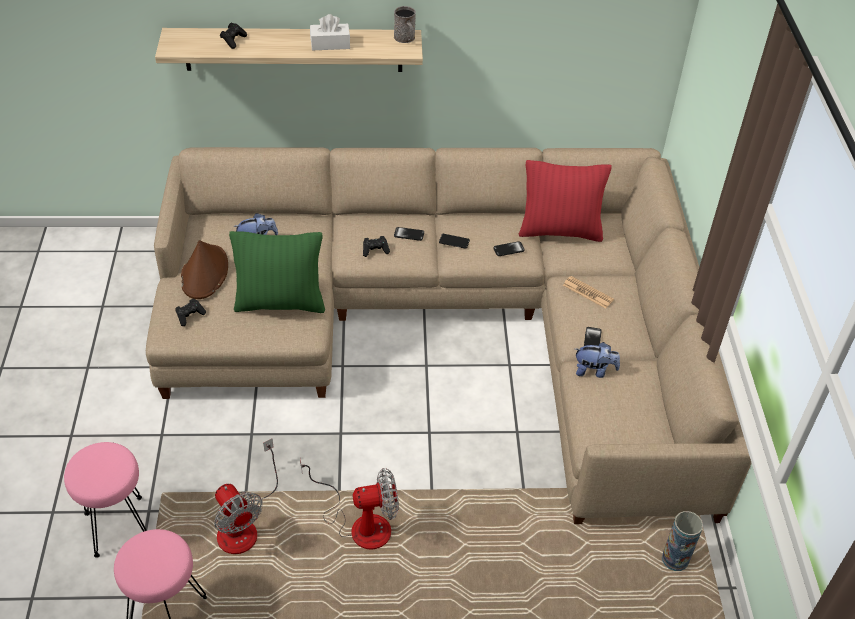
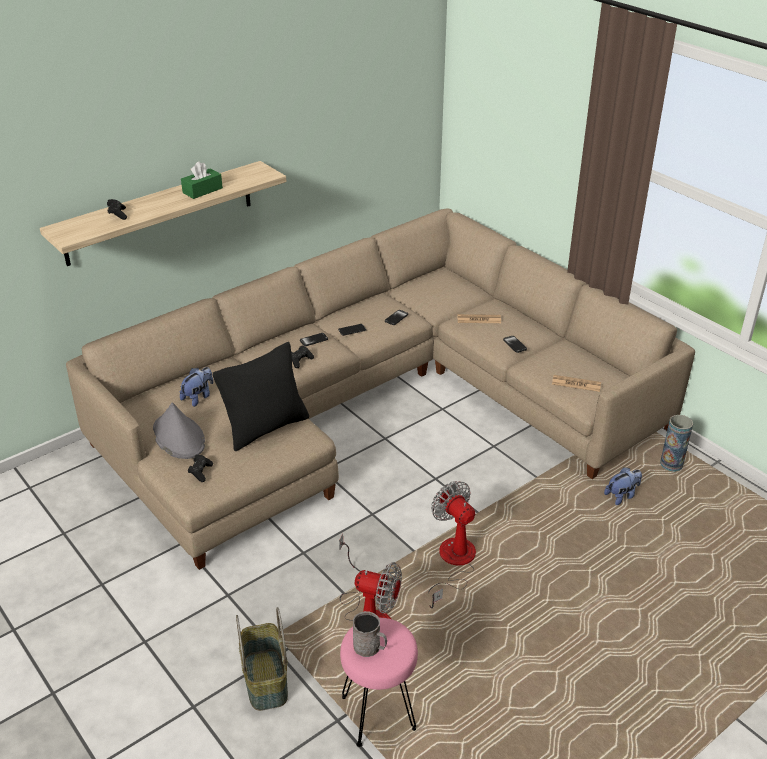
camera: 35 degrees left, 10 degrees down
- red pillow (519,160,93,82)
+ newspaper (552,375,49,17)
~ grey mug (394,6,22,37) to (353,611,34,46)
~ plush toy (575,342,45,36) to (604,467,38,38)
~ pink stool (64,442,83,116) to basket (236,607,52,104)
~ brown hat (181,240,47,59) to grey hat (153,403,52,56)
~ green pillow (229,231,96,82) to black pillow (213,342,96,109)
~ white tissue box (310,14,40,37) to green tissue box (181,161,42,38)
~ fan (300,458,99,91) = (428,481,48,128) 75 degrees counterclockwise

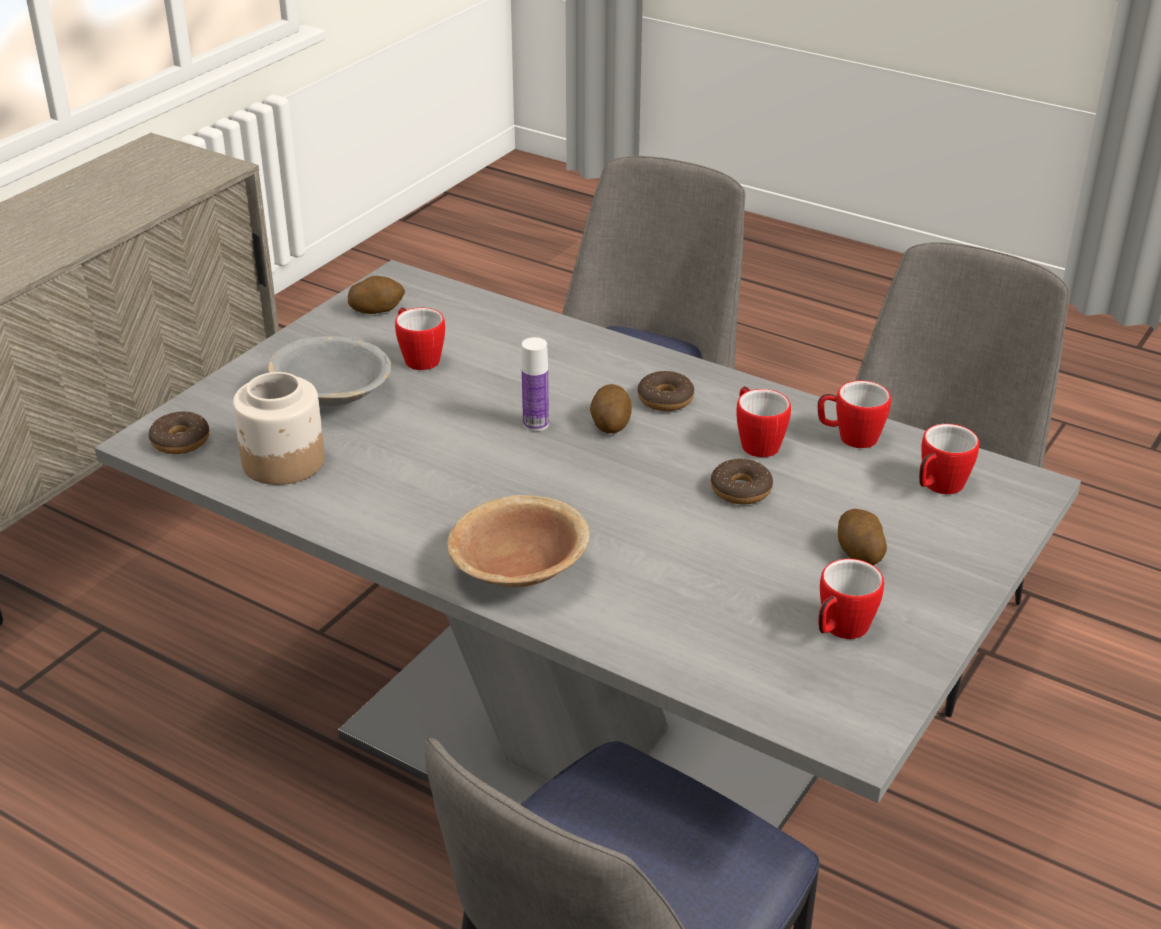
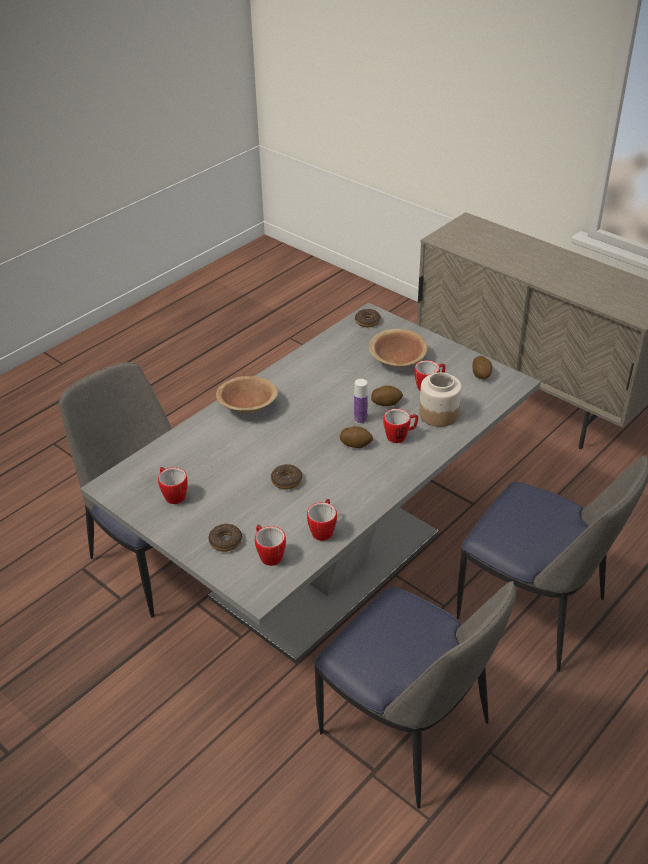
camera: 100 degrees right, 5 degrees up
~ jar (233,372,92,113) to (419,372,43,55)
~ donut (637,371,57,40) to (208,524,34,28)
~ mug (736,386,55,71) to (383,409,35,34)
~ potato (838,509,49,56) to (371,385,32,21)
~ grey bowl (268,336,123,70) to brown bowl (369,329,58,38)

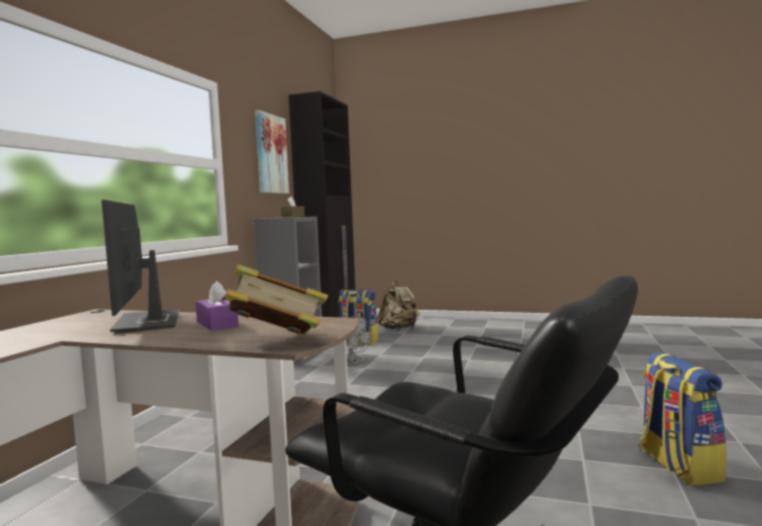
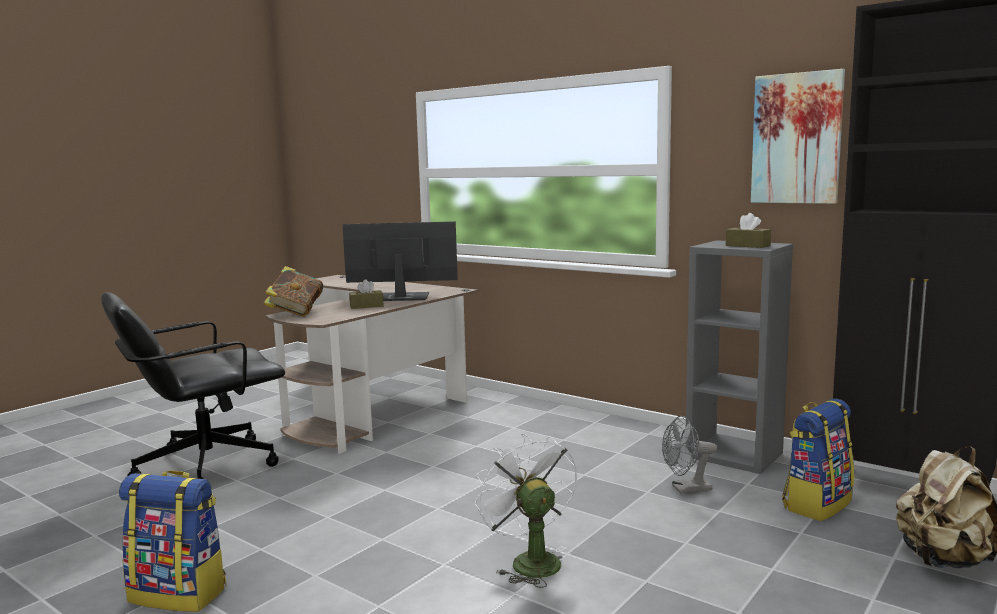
camera: 110 degrees right, 5 degrees up
+ white fan (474,434,103,154)
~ purple tissue box (196,281,43,50) to brown tissue box (349,279,35,30)

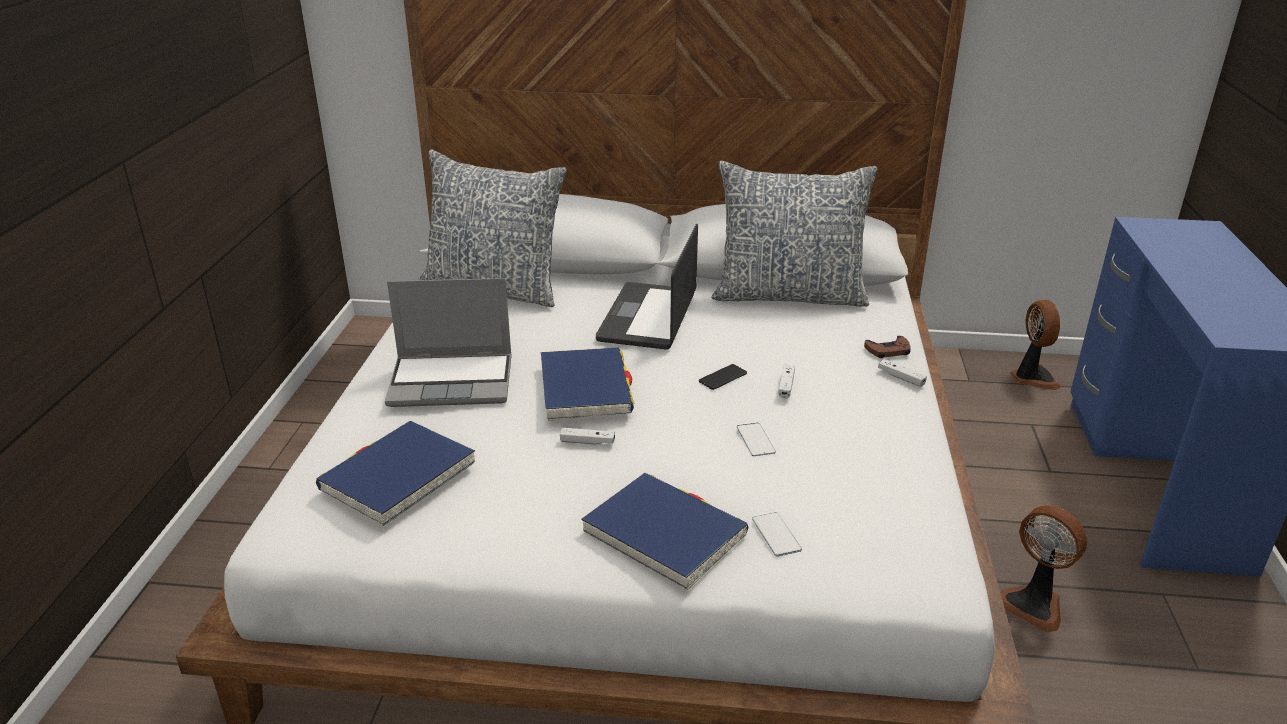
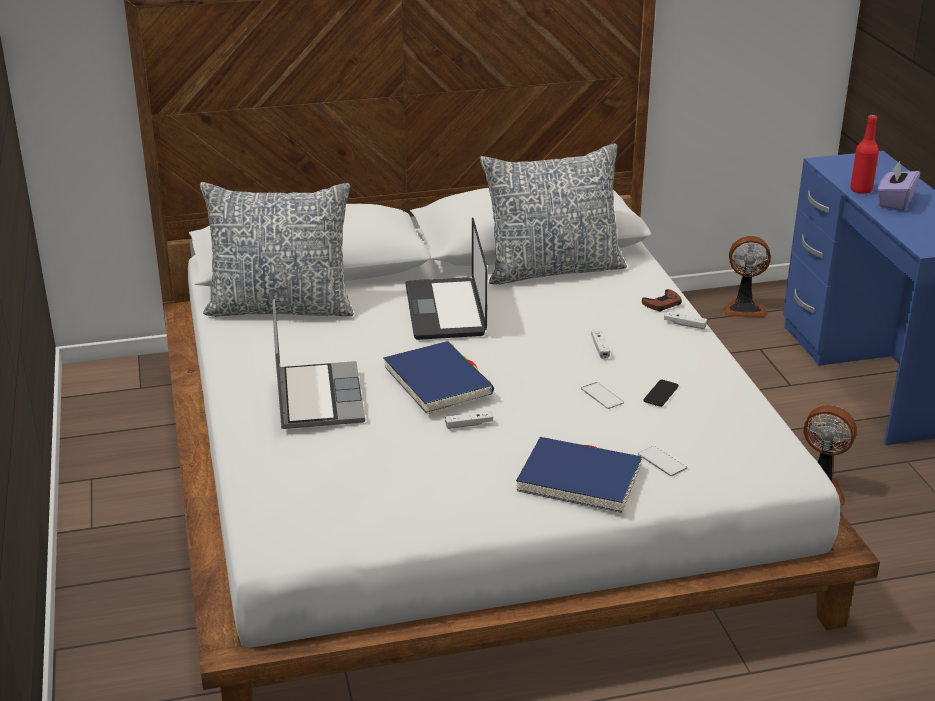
camera: 20 degrees left, 0 degrees up
- blue book (316,421,159,105)
+ red bottle (850,115,29,79)
+ purple tissue box (877,161,43,50)
~ phone (699,364,48,26) to (643,379,36,28)
~ laptop (385,278,127,129) = (272,299,93,130) 75 degrees counterclockwise
~ fan (1010,300,51,90) = (723,236,48,81) 120 degrees clockwise

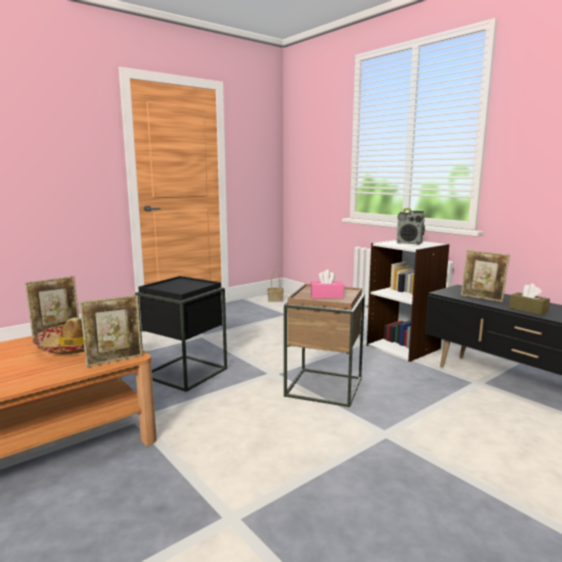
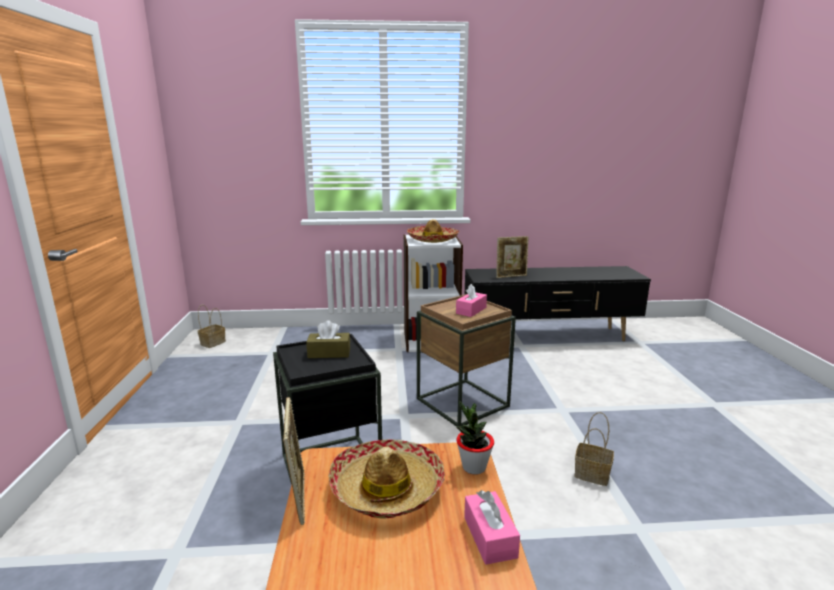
camera: 55 degrees left, 5 degrees up
+ pink tissue box (464,490,56,75)
+ basket (574,412,40,74)
~ brown tissue box (509,284,41,31) to (306,320,44,38)
~ picture frame (80,295,62,72) to potted plant (456,401,38,74)
~ radio (397,208,28,37) to hat (407,219,52,24)

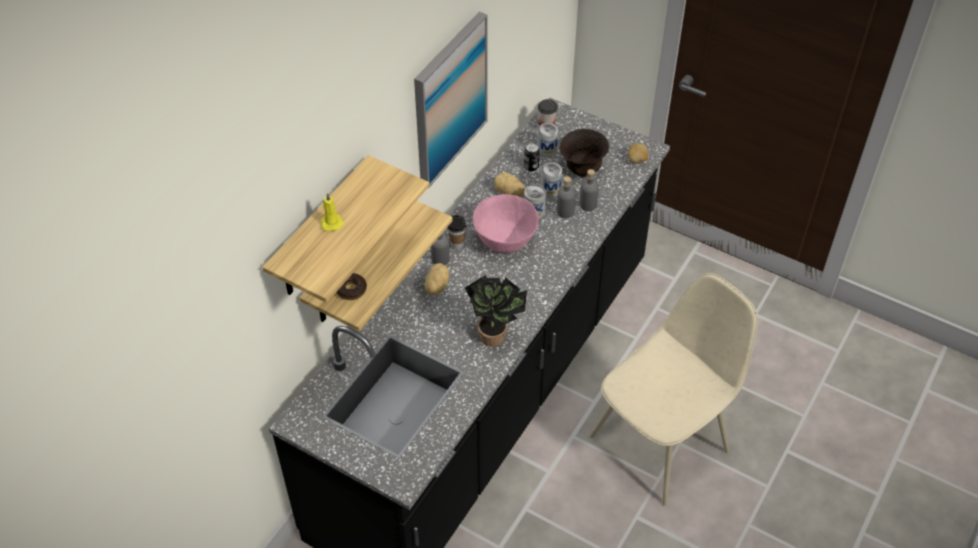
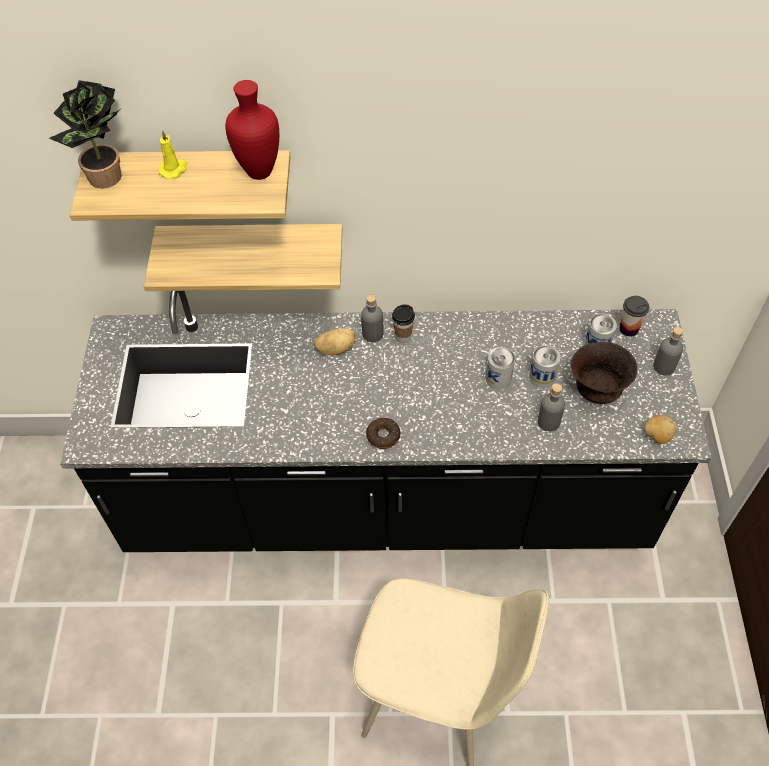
camera: 60 degrees right, 5 degrees up
- picture (414,12,74,177)
- pink bowl (473,194,66,59)
- potato (494,172,32,25)
- can (524,143,16,28)
+ red vase (225,80,54,100)
~ donut (336,273,31,27) to (366,418,34,31)
~ potted plant (465,275,62,72) to (49,80,73,108)
~ grey bottle (557,176,19,42) to (653,327,30,48)

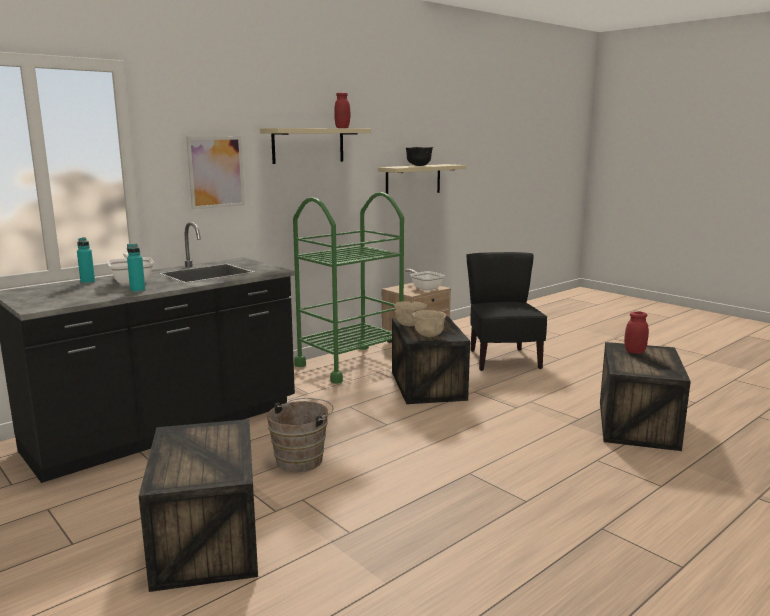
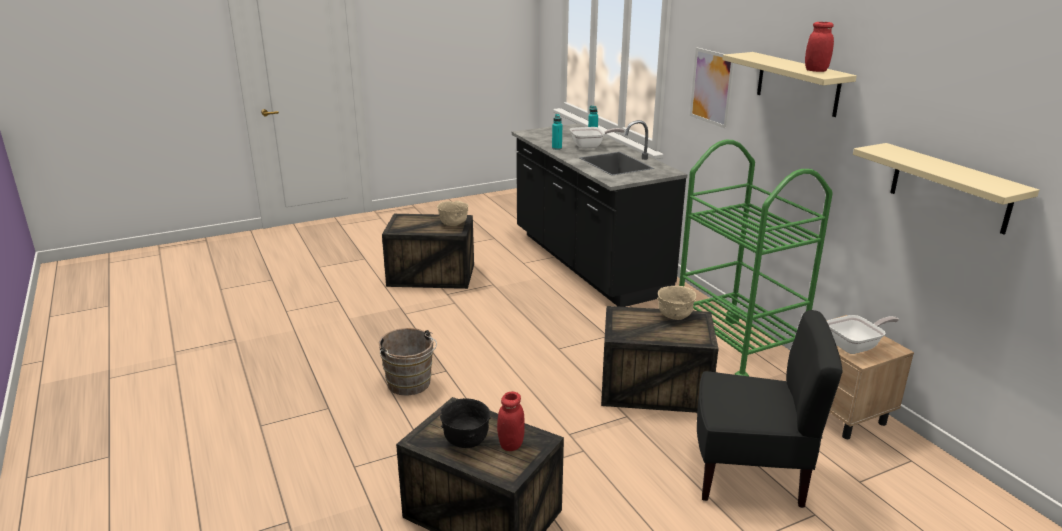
camera: 105 degrees right, 10 degrees up
~ brown bucket (267,398,67,74) to (379,328,58,68)
~ black bowl (406,147,27,19) to (440,398,51,50)
~ beige bowl (413,310,33,27) to (437,201,31,25)

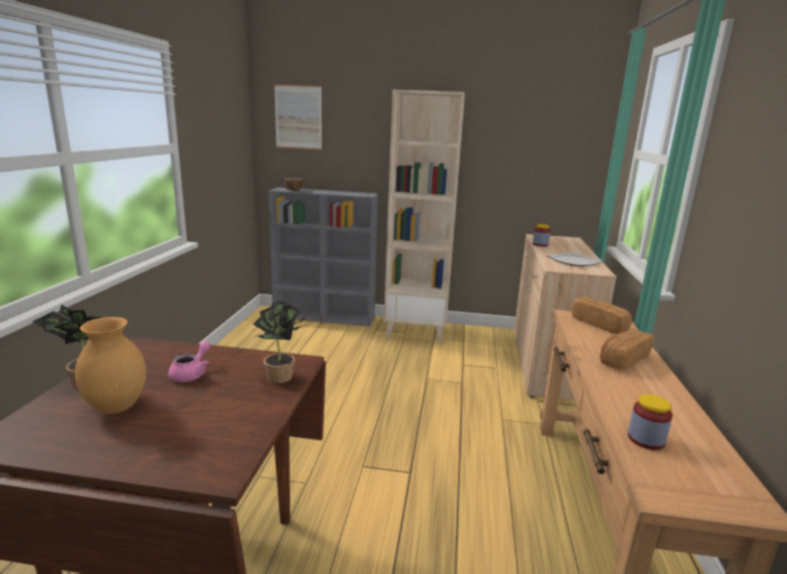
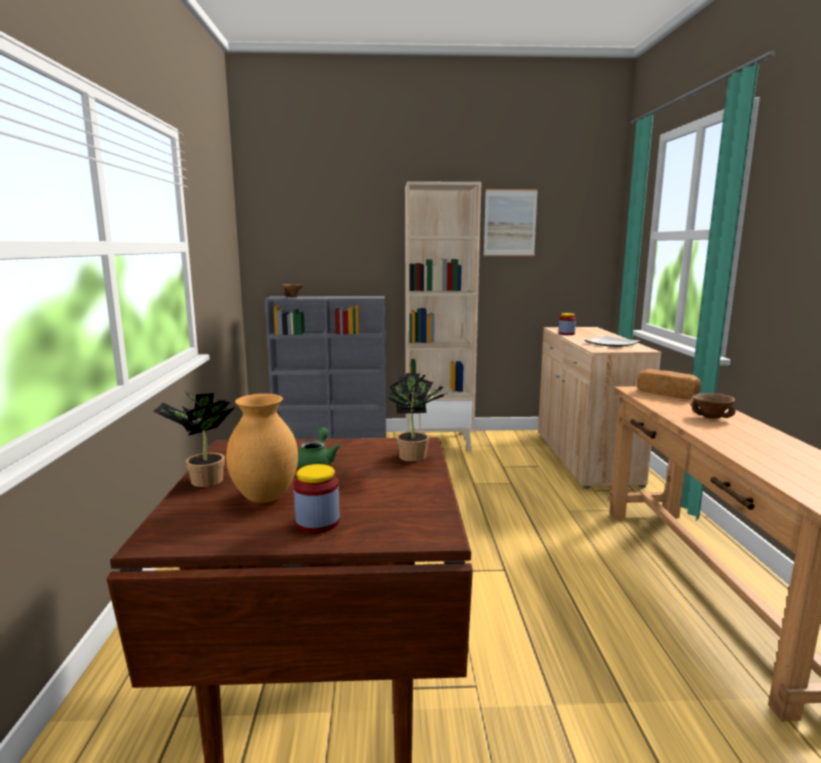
camera: 10 degrees left, 5 degrees down
~ picture (274,84,48,66) to (484,189,54,67)
~ jar (628,394,45,56) to (294,464,46,69)
~ bread (600,329,54,42) to brown bowl (691,393,45,26)
~ pink teapot (168,341,43,41) to green teapot (297,427,43,41)

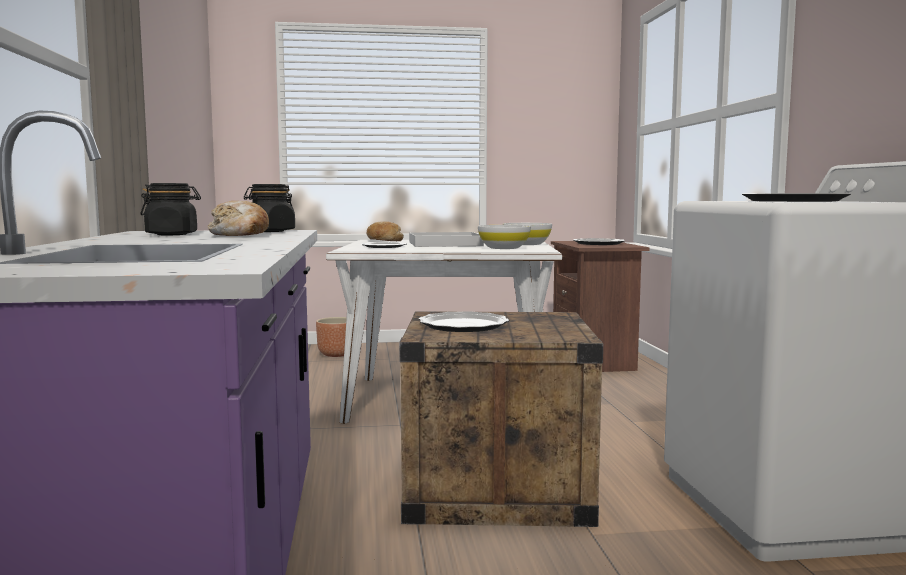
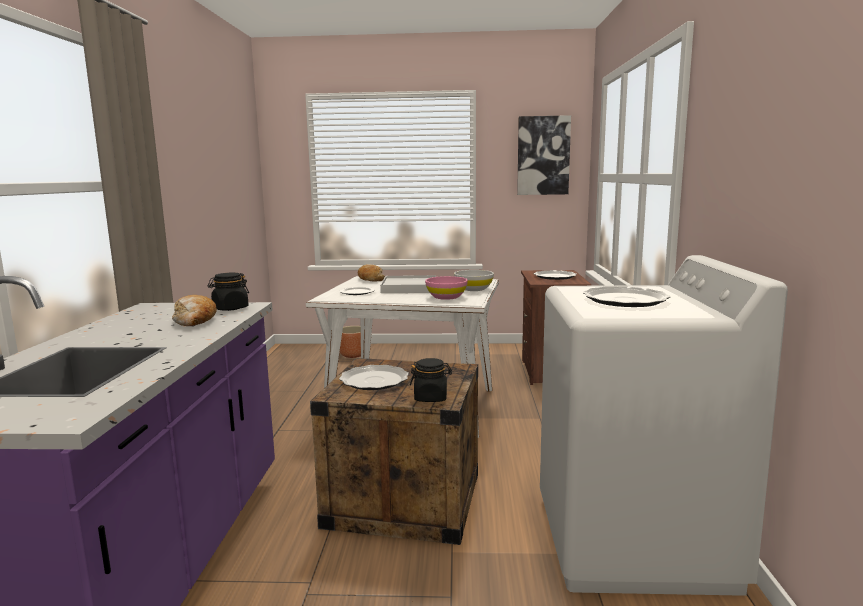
camera: 10 degrees right, 5 degrees up
+ picture (517,115,54,80)
~ black jar (140,183,61,52) to (410,358,42,44)
~ white bowl (478,225,53,24) to pink bowl (425,276,43,24)

